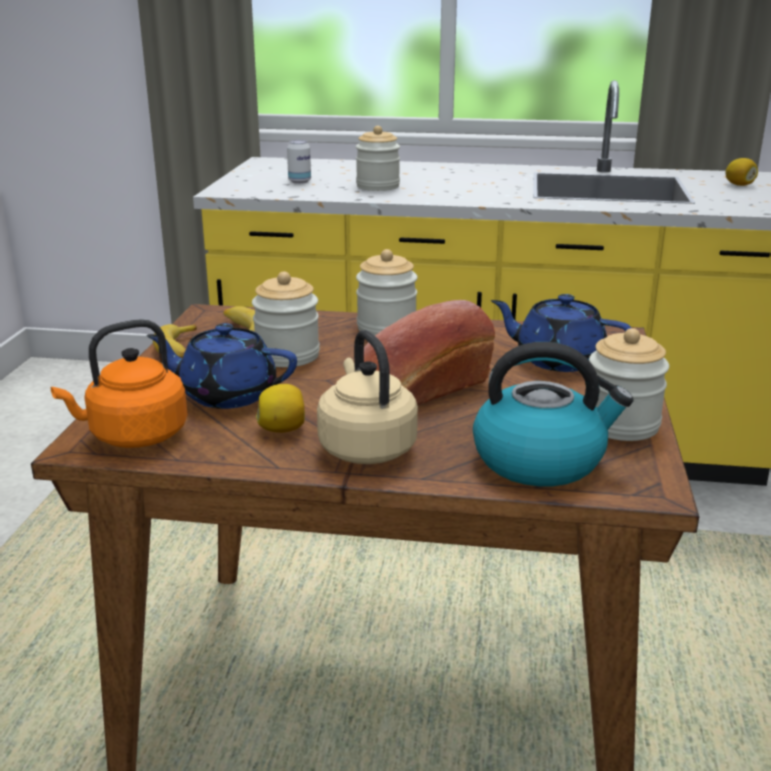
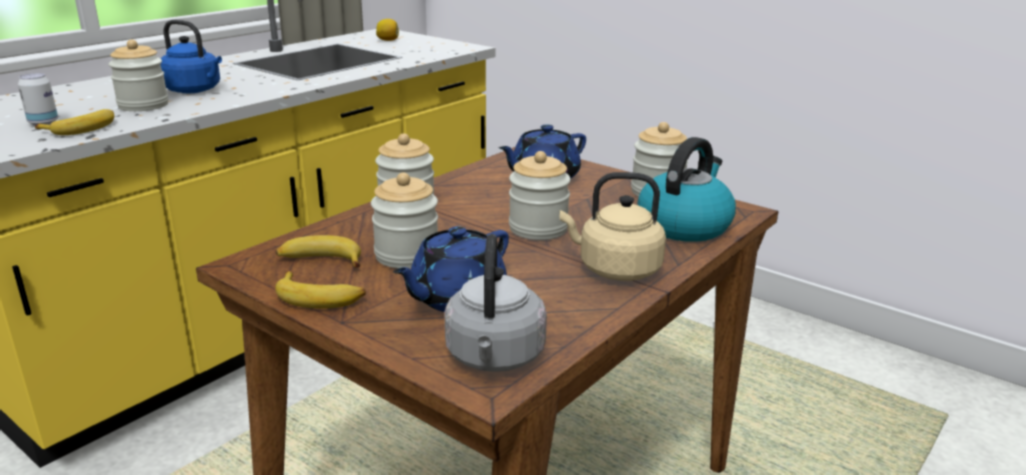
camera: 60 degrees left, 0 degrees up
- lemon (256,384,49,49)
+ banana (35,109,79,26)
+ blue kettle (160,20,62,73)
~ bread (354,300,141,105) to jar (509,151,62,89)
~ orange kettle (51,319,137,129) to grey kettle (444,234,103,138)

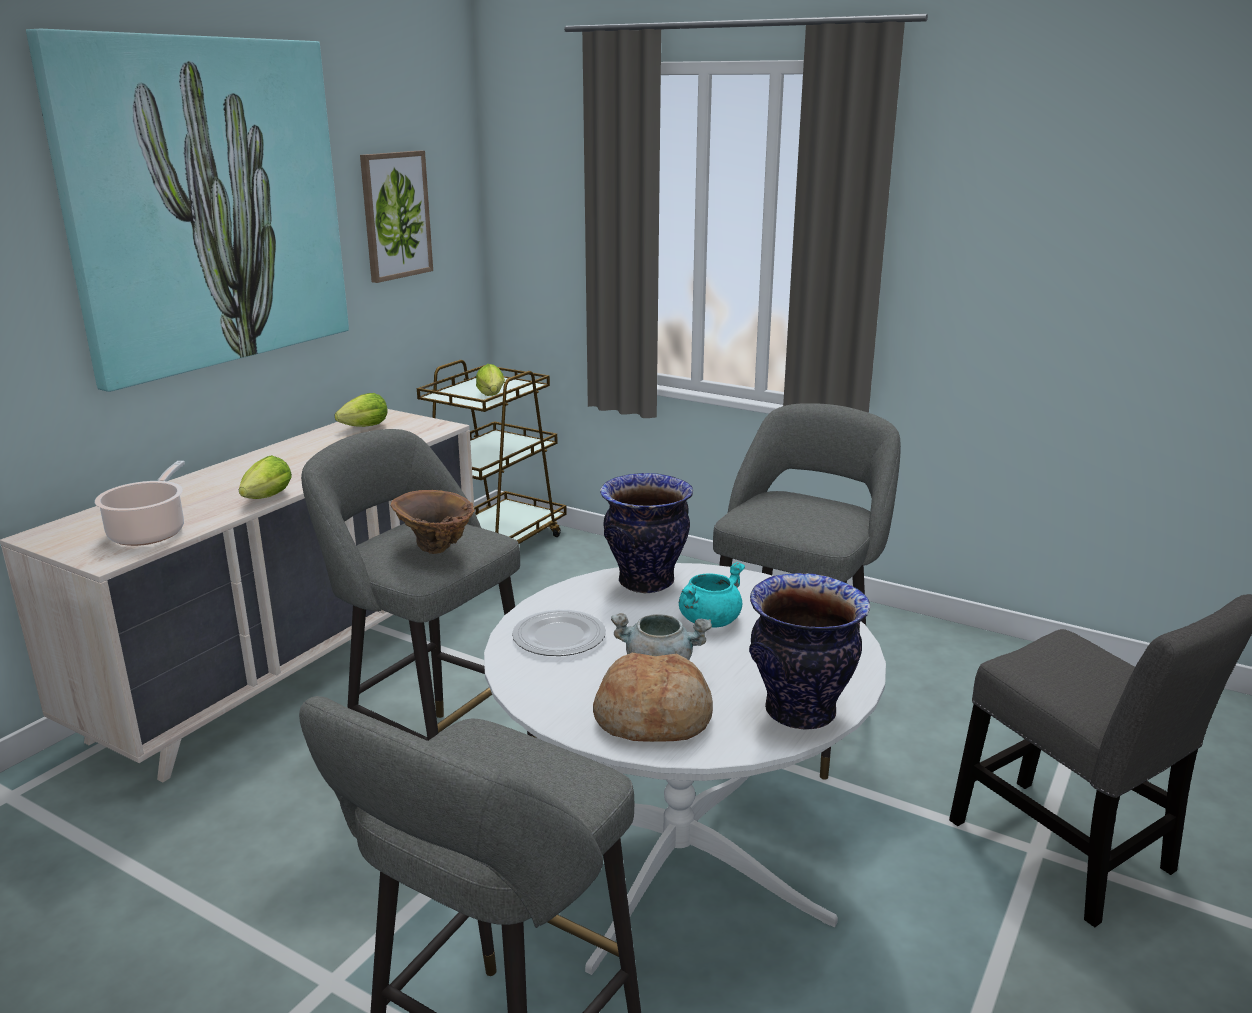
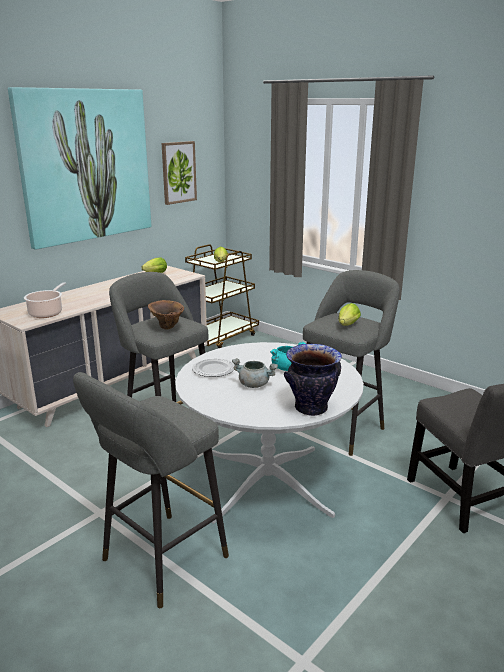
camera: 10 degrees right, 0 degrees up
- bread (593,653,120,89)
- vase (600,473,93,120)
~ lettuce (239,455,53,44) to (338,303,23,23)

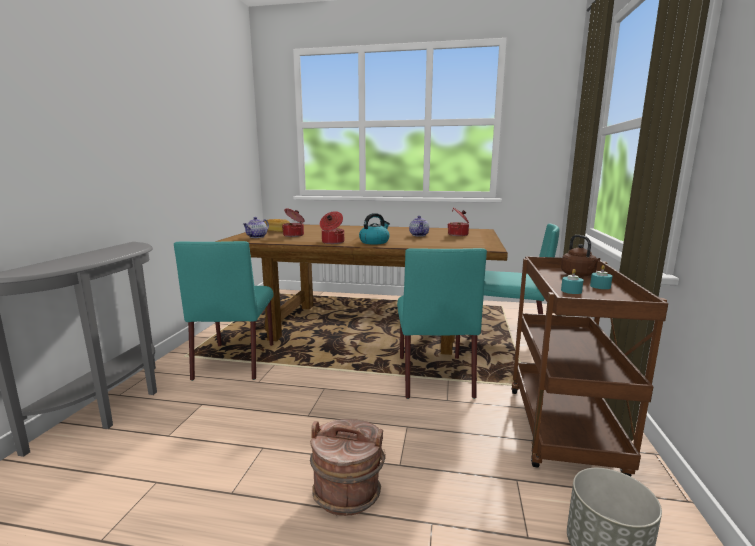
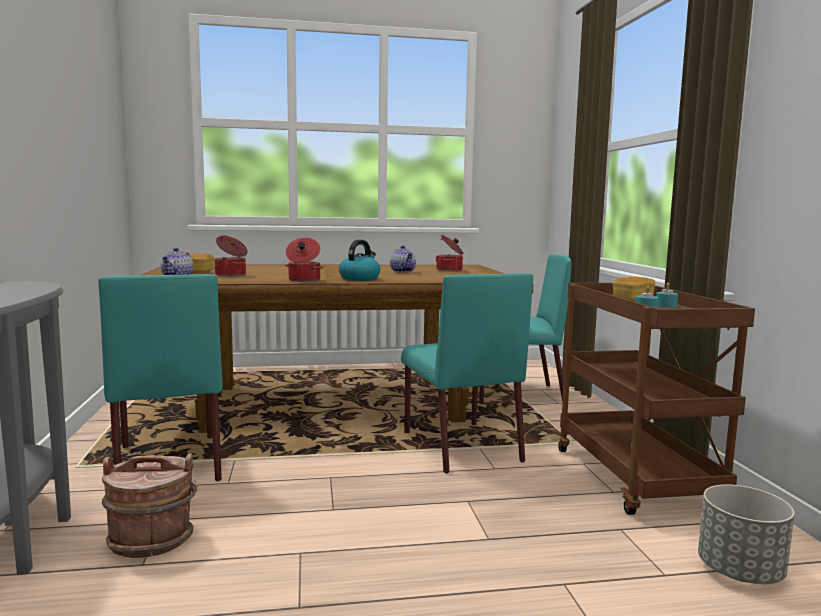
camera: 20 degrees left, 5 degrees down
~ brown bucket (310,419,76,97) to (102,453,95,105)
~ brown kettle (561,235,39,42) to bread (612,277,43,23)

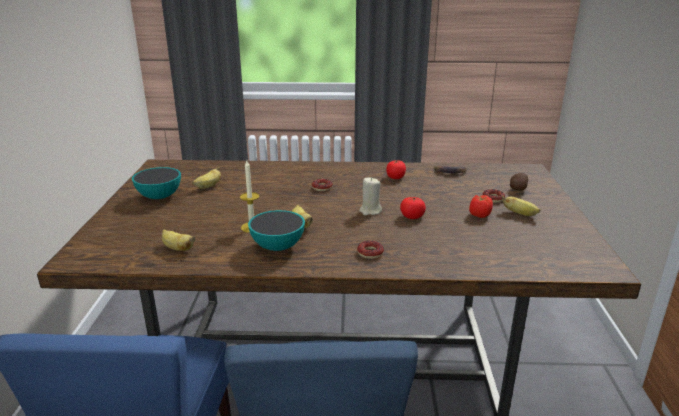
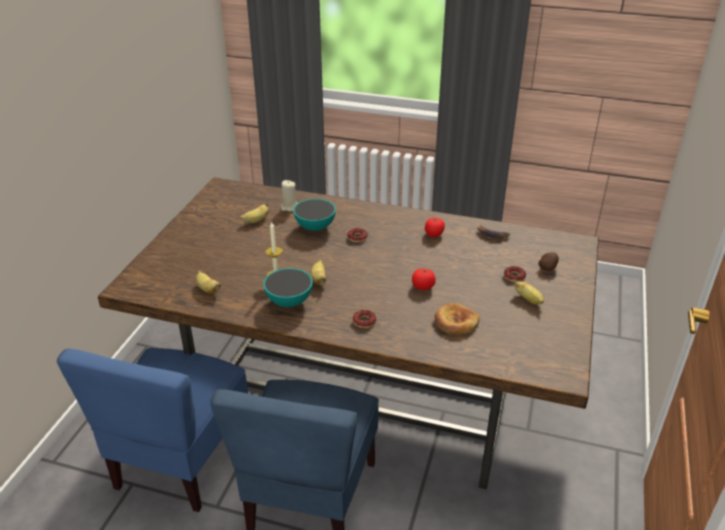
camera: 15 degrees right, 10 degrees up
- tomato (469,195,24,23)
+ bread (434,303,46,32)
~ bowl (132,167,49,32) to (293,199,43,32)
~ beige candle (359,177,23,39) to (281,180,17,31)

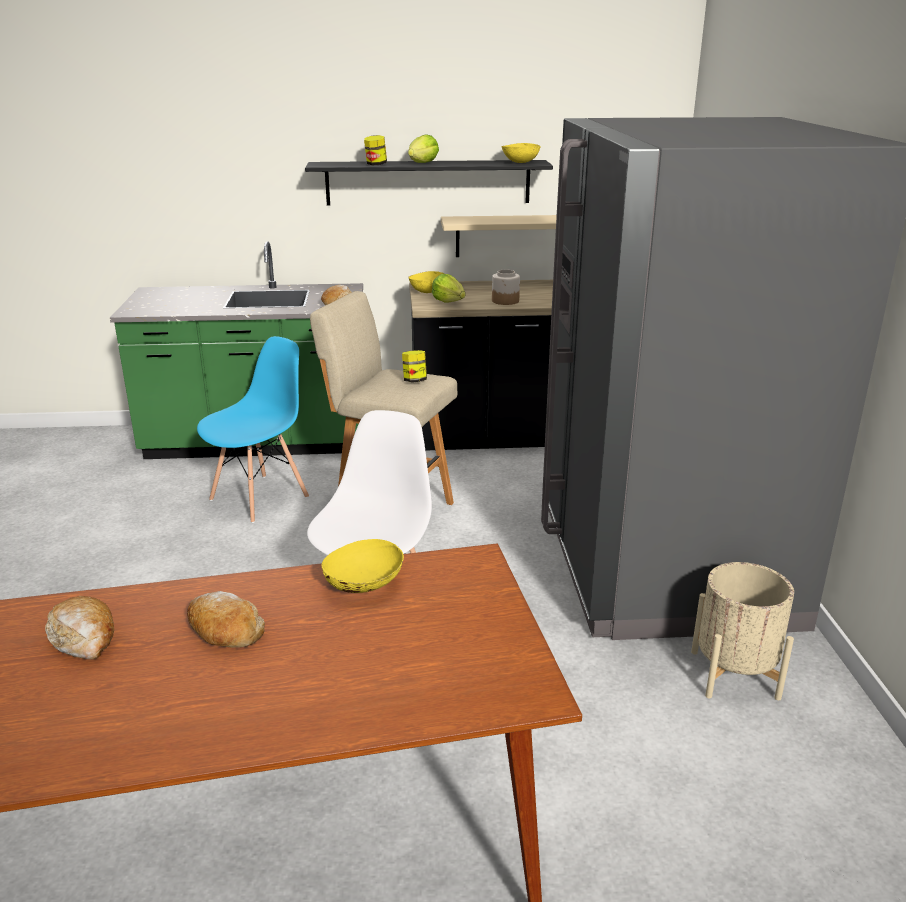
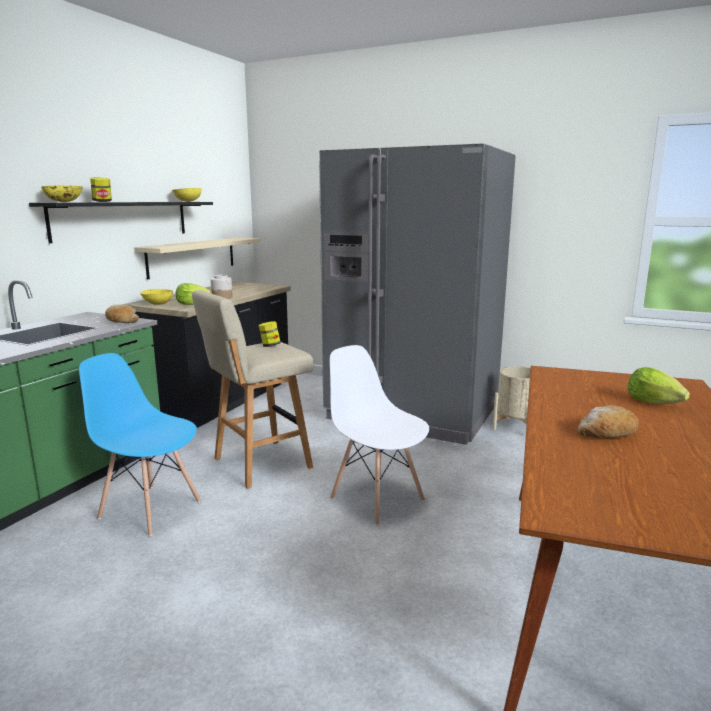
camera: 60 degrees left, 10 degrees down
- bread (45,596,69,63)
~ yellow bowl (322,539,82,54) to (41,185,42,17)
~ lettuce (408,134,31,29) to (628,367,62,37)
~ blue chair (197,336,112,187) = (79,353,122,183) 45 degrees counterclockwise

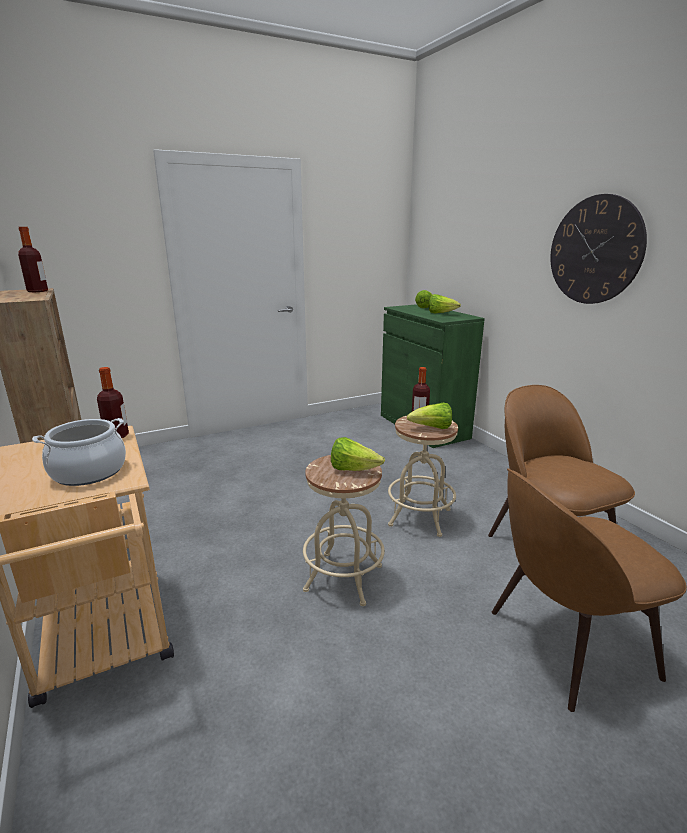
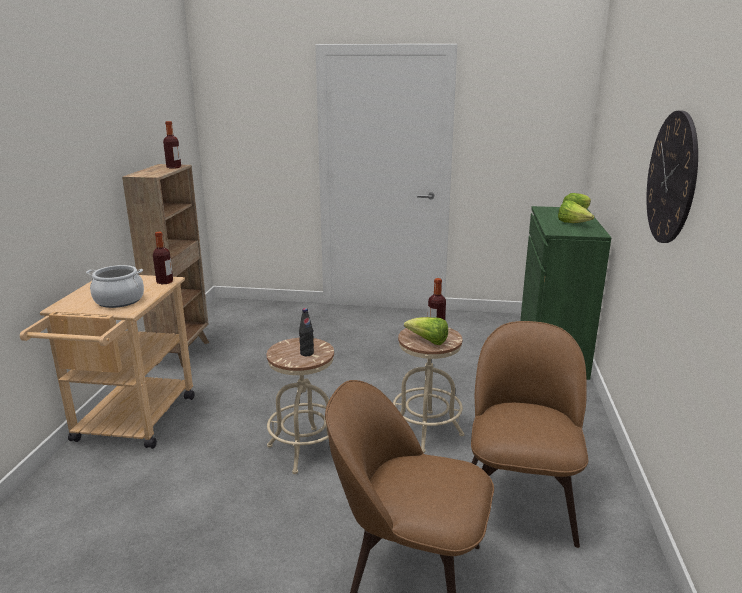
camera: 35 degrees right, 0 degrees up
~ lettuce (331,437,54,34) to black bottle (299,308,15,48)

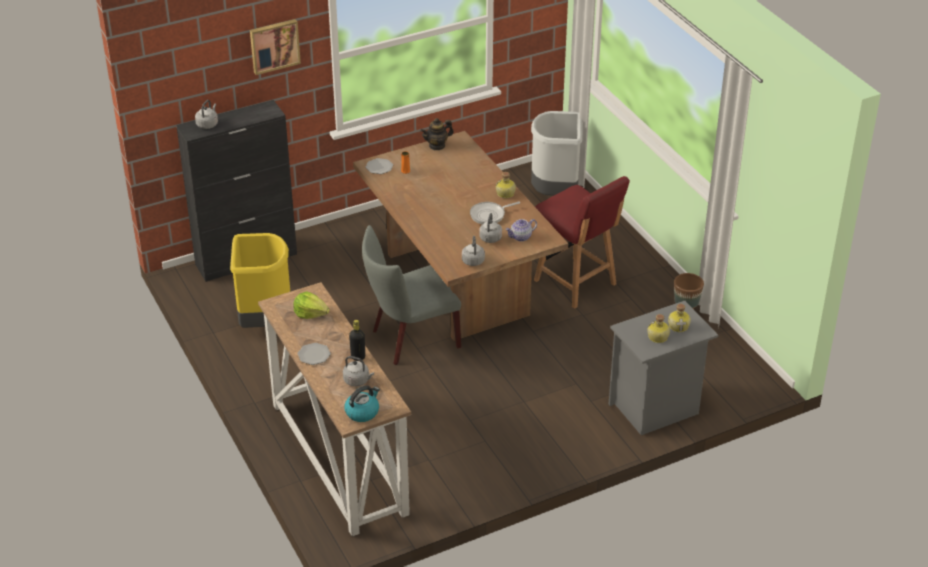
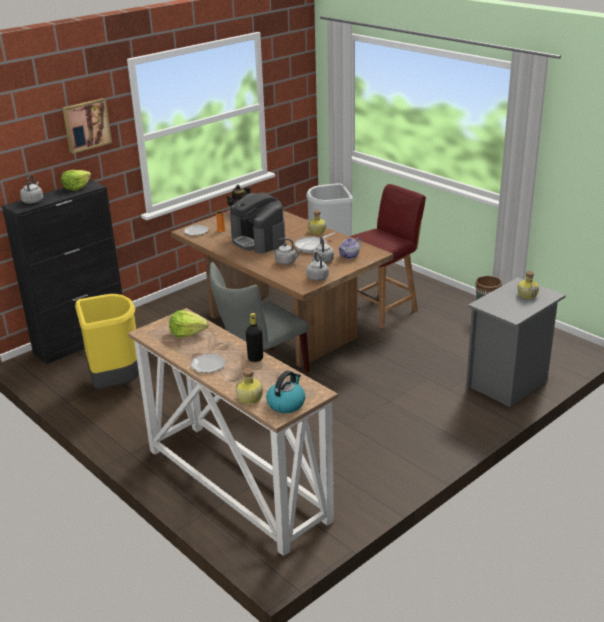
camera: 15 degrees left, 10 degrees down
+ lettuce (61,170,30,21)
+ coffee machine (230,192,56,62)
~ grey kettle (343,356,31,30) to (275,238,27,27)
~ bottle (647,314,23,29) to (235,368,28,36)
~ red chair (534,176,96,133) = (349,184,77,144) 75 degrees counterclockwise

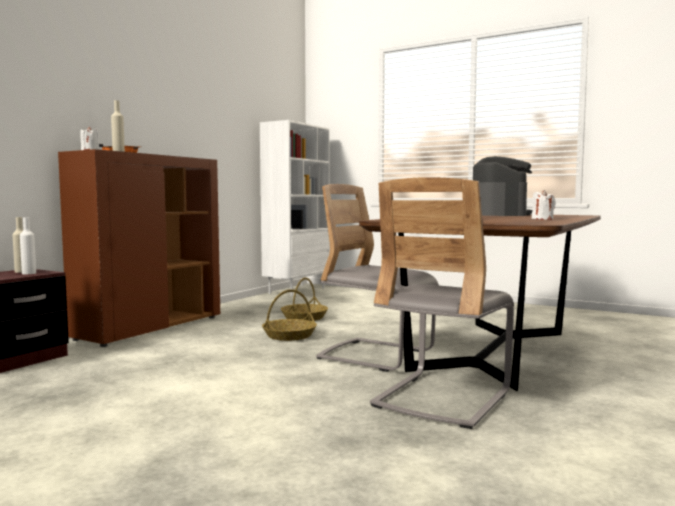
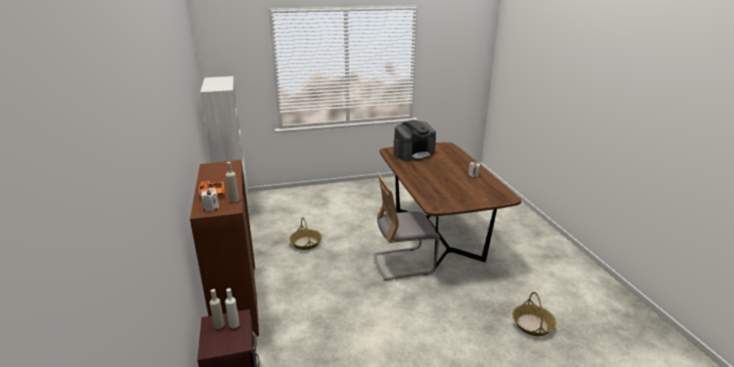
camera: 45 degrees left, 20 degrees up
- grey chair (370,177,144,252)
~ basket (262,289,55,52) to (512,292,44,44)
~ coffee machine (473,156,59,60) = (393,120,43,42) 90 degrees clockwise

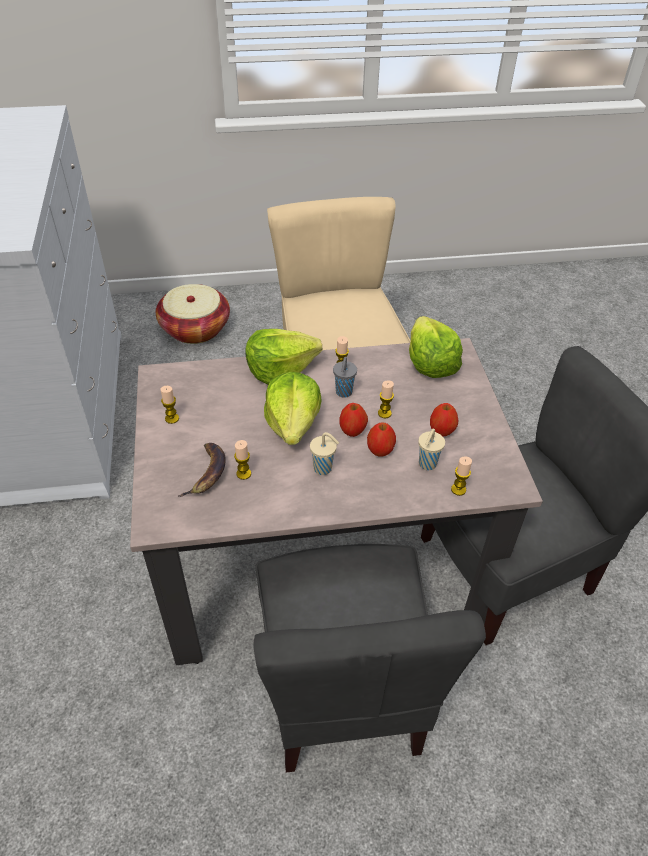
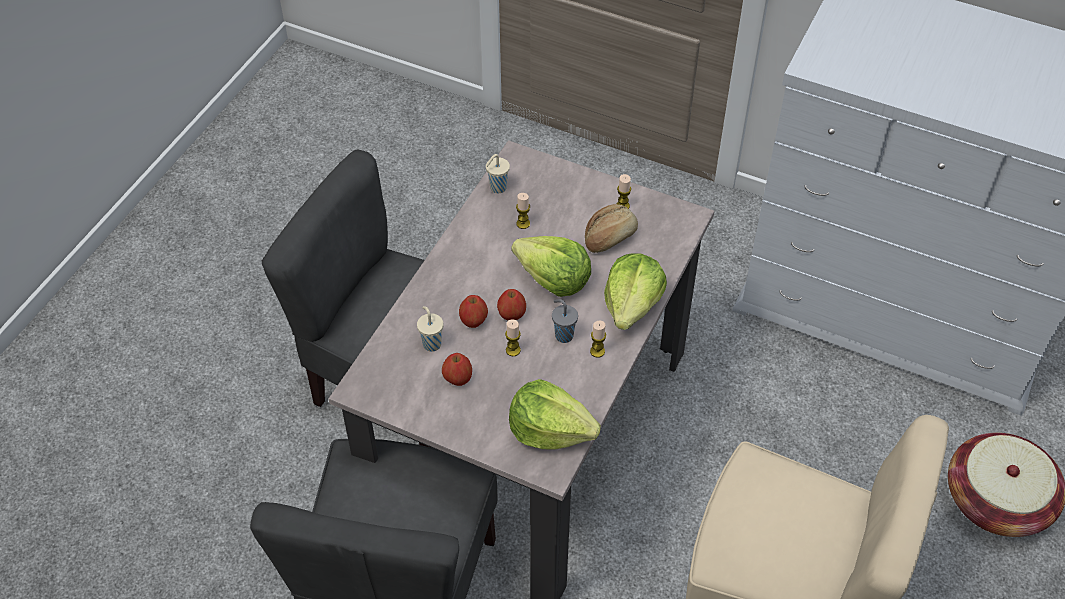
camera: 125 degrees right, 5 degrees up
- banana (178,443,48,54)
- candle (451,456,21,40)
+ bread (585,204,53,49)
~ beige cup (310,432,29,43) to (486,154,24,40)

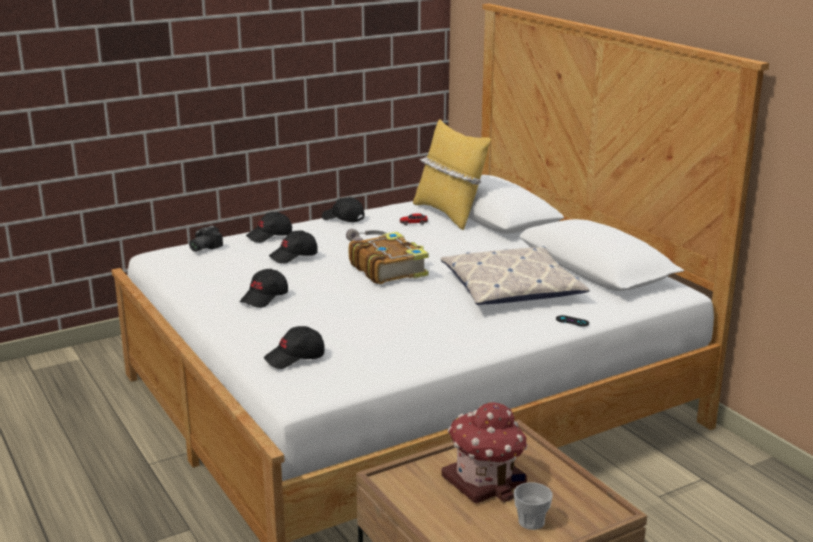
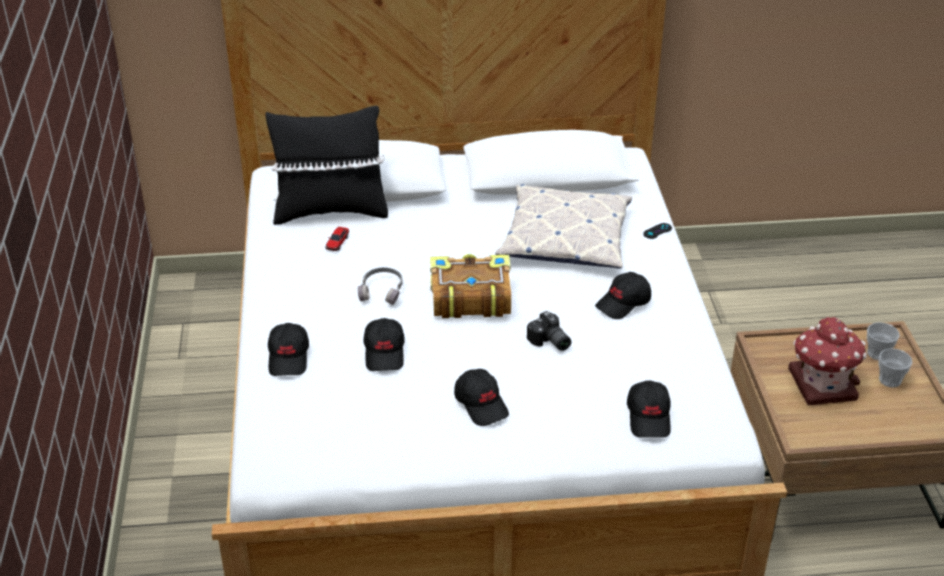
camera: 65 degrees left, 15 degrees up
+ cup (867,322,33,38)
~ photo camera (189,225,34,27) to (527,311,44,40)
~ black cap (322,197,43,25) to (595,272,56,47)
~ yellow pillow (413,119,78,111) to black pillow (265,106,123,119)

